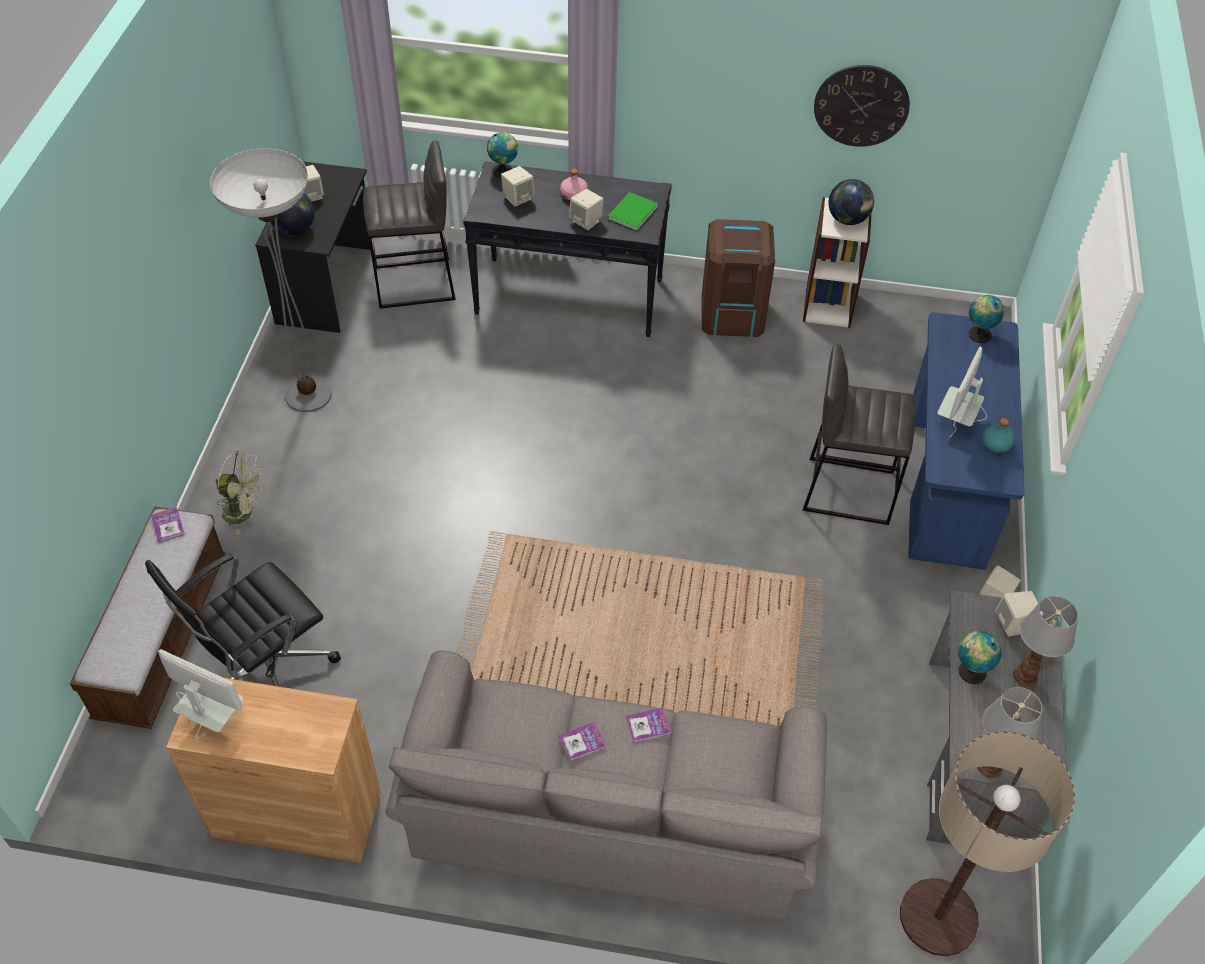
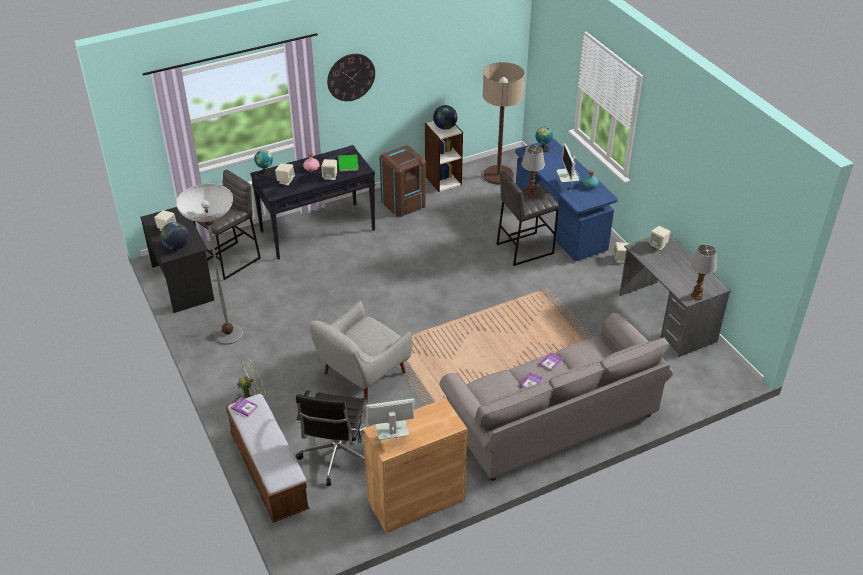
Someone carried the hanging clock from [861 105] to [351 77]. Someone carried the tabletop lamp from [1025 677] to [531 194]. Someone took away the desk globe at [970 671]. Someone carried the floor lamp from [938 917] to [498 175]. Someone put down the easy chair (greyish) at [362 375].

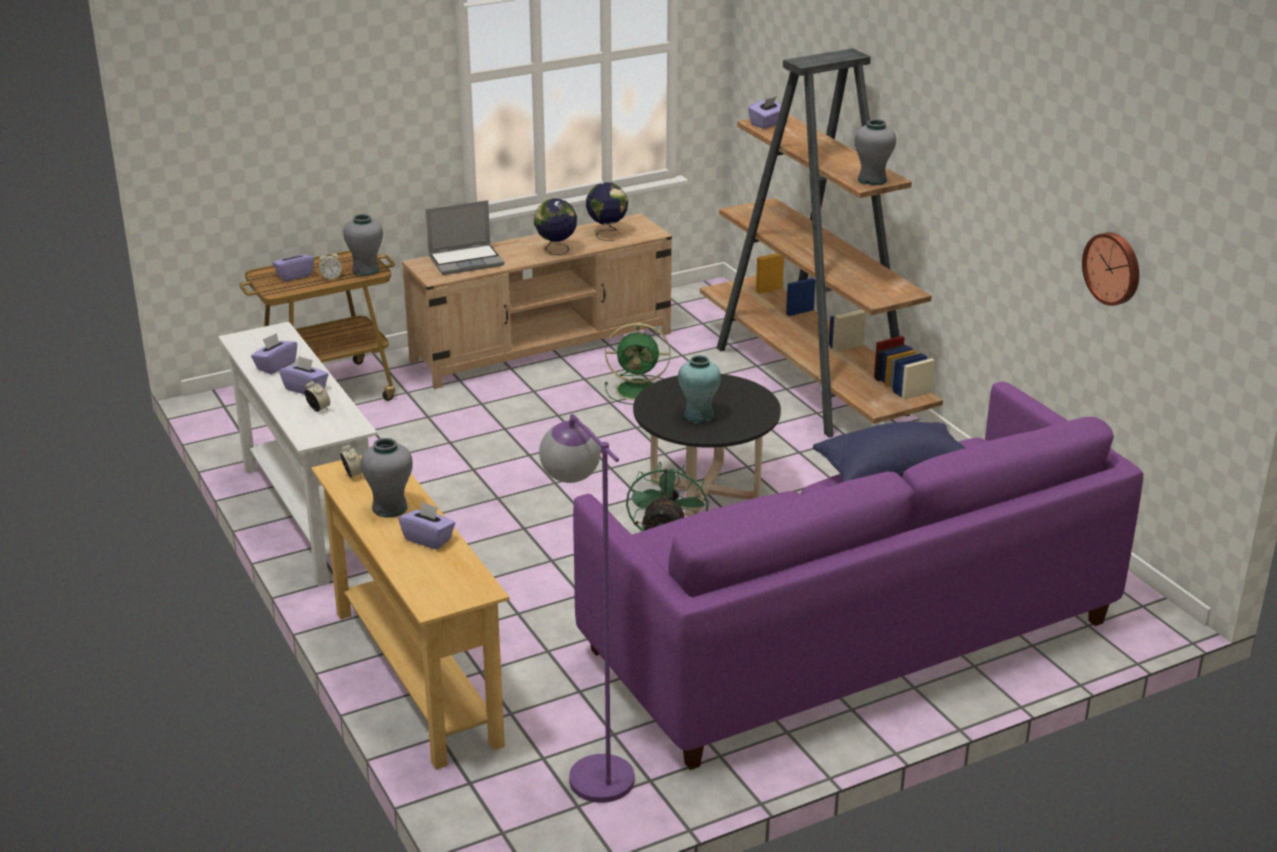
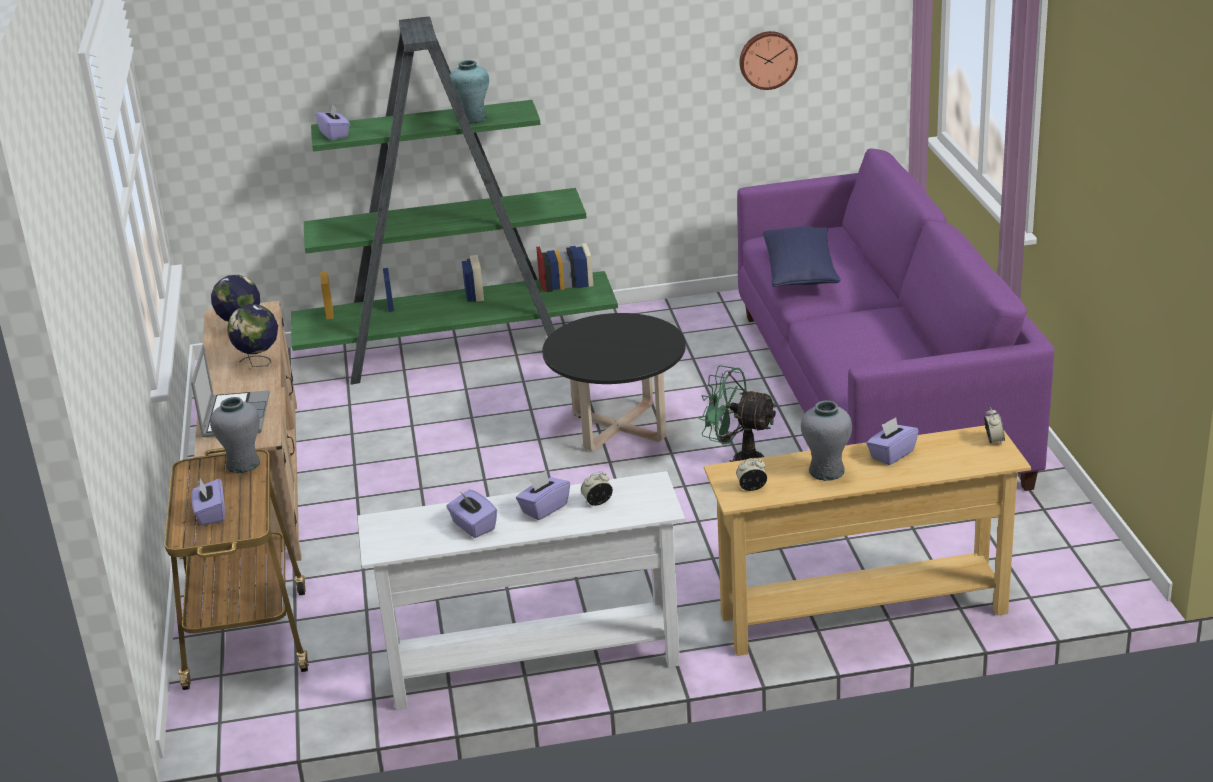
Someone repainted the bookshelf (brown) at [812 382], which became the bookshelf (green-coloured) at [458 348]. Someone took away the flower vase (greyish) at [872 180]. Someone carried the alarm clock from [331 277] to [993 441]. Someone took away the cooling fan (green-coloured) at [640 390]. Someone carried the flower vase (turquoise) from [698 416] to [473 118]. Someone took away the floor lamp (purple) at [590 766].

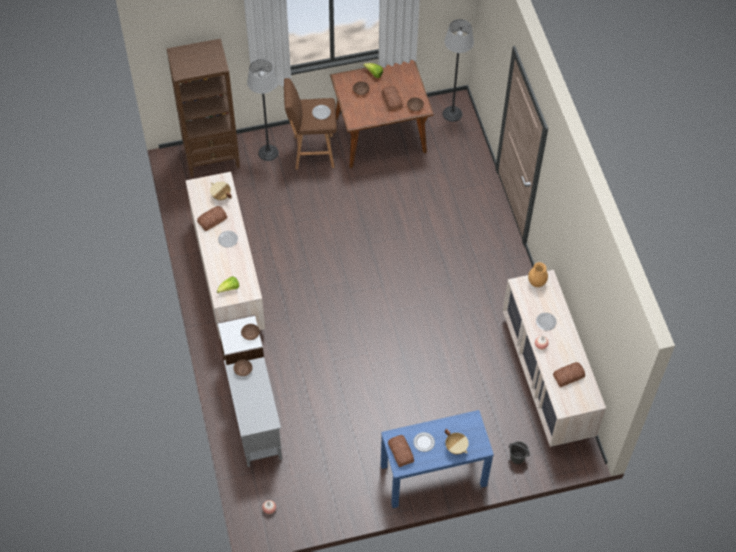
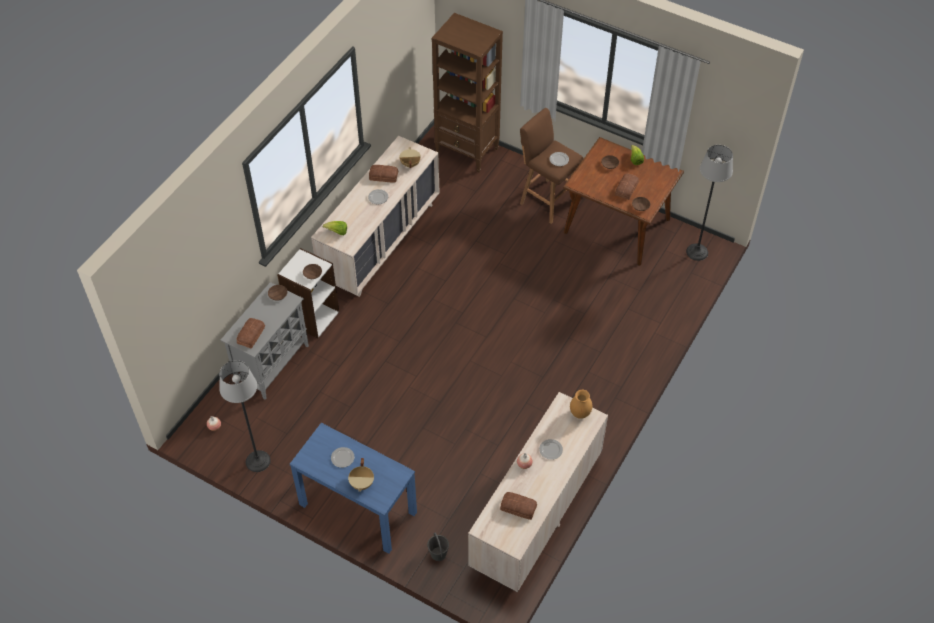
Someone carried the floor lamp from [268 152] to [258 461]. Someone carried the bakery bread from [400 453] to [250 335].

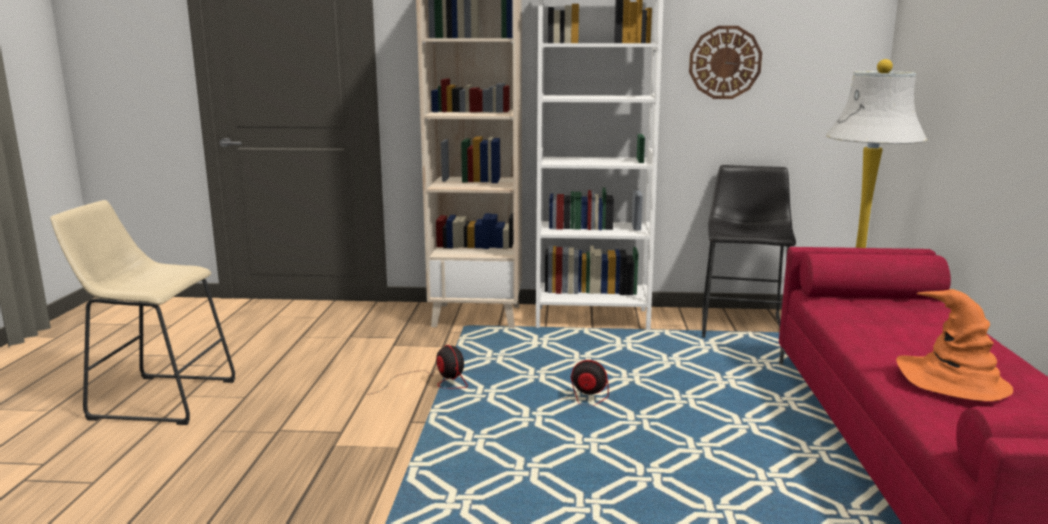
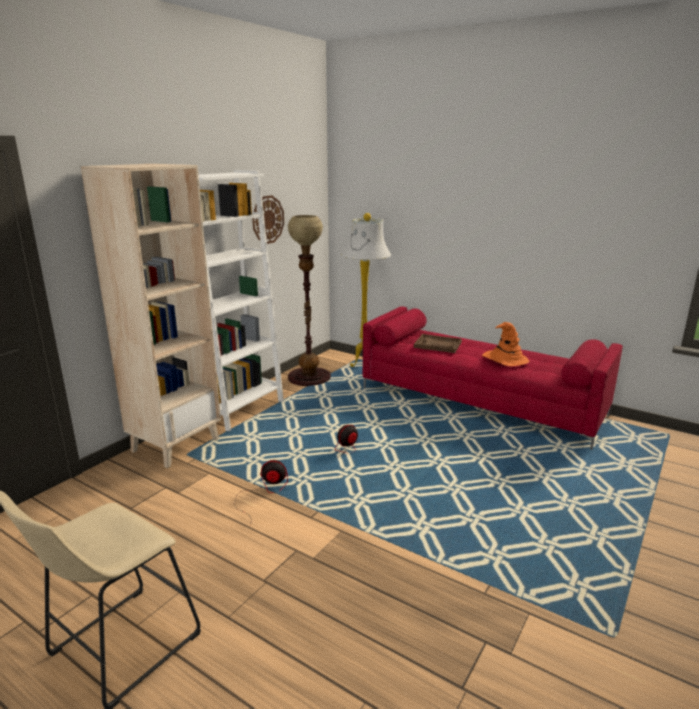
Someone swapped the stool (black-coloured) at [742 324] for the floor lamp at [309 377]. Someone put down the carrying tray (brown) at [438 345].

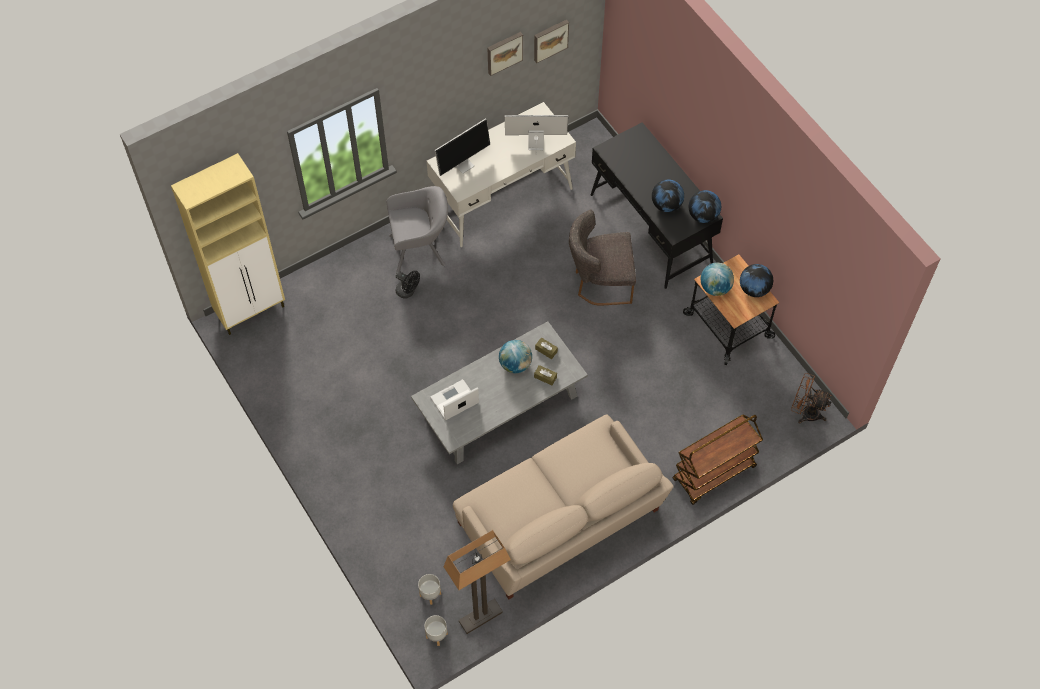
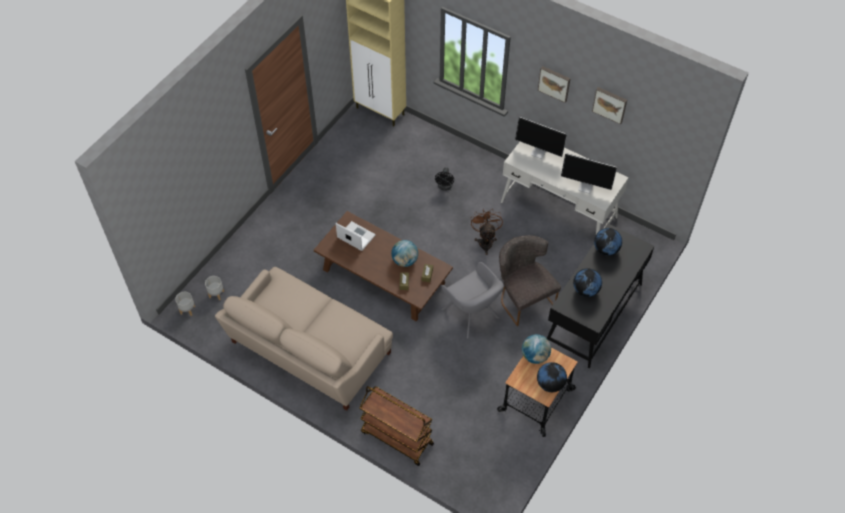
Someone carried the picture from [550 40] to [554 83]. Someone rotated the computer screen at [535 144] by 135 degrees clockwise. Someone carried the easy chair (greyish) from [420 249] to [472 315]. Someone carried the desk globe from [703 216] to [606 249]. Someone repainted the coffee table (greyish) at [500 405], which became the coffee table (brown) at [383 277]. Someone carried the cooling fan (brown) from [805 412] to [485 241]. Someone took away the floor lamp at [480 617].

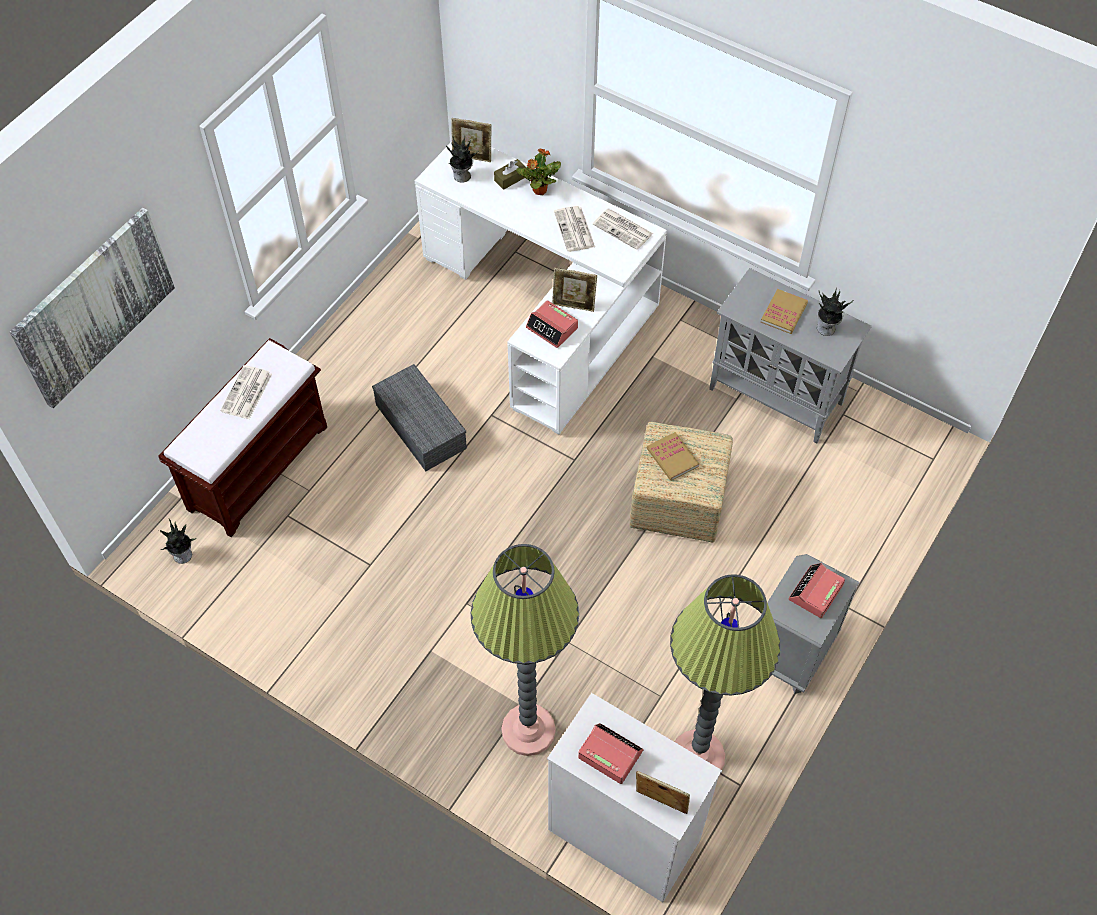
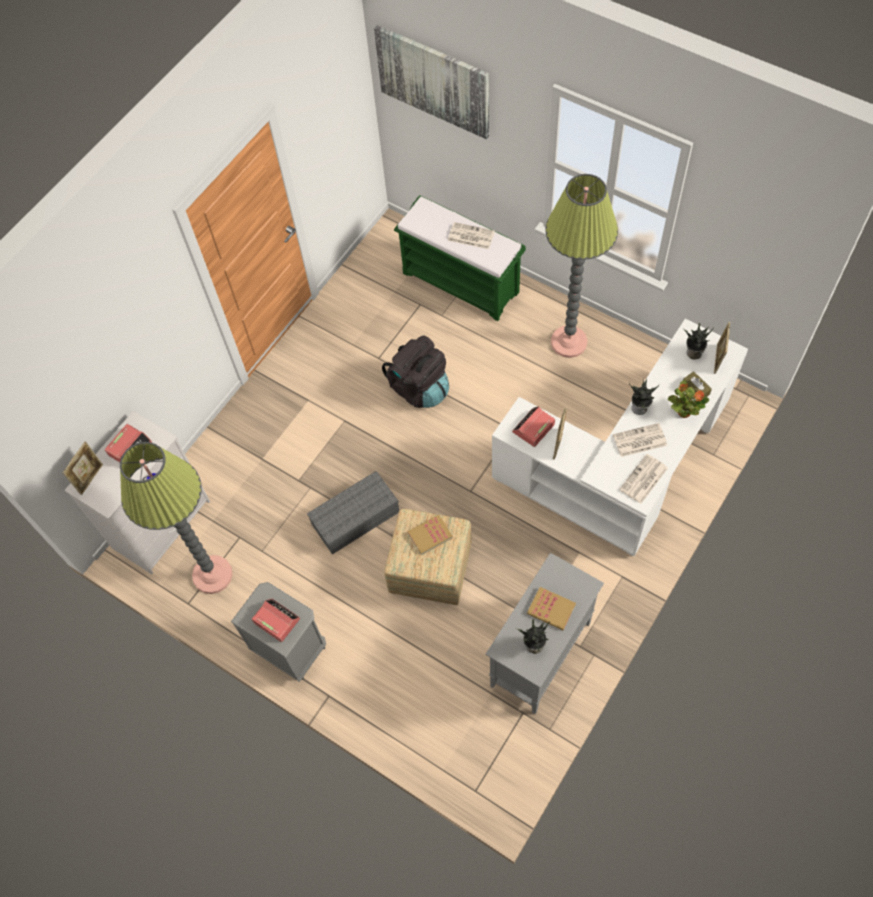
Someone repainted the bench (brown) at [259 466], which became the bench (green-coloured) at [462 282]. Someone carried the storage container (greyish) from [419 426] to [356 516]. Someone carried the potted plant from [183 555] to [640 408]. Someone carried the floor lamp from [528 730] to [568 342]. Someone put down the backpack (black-coloured) at [419 388].

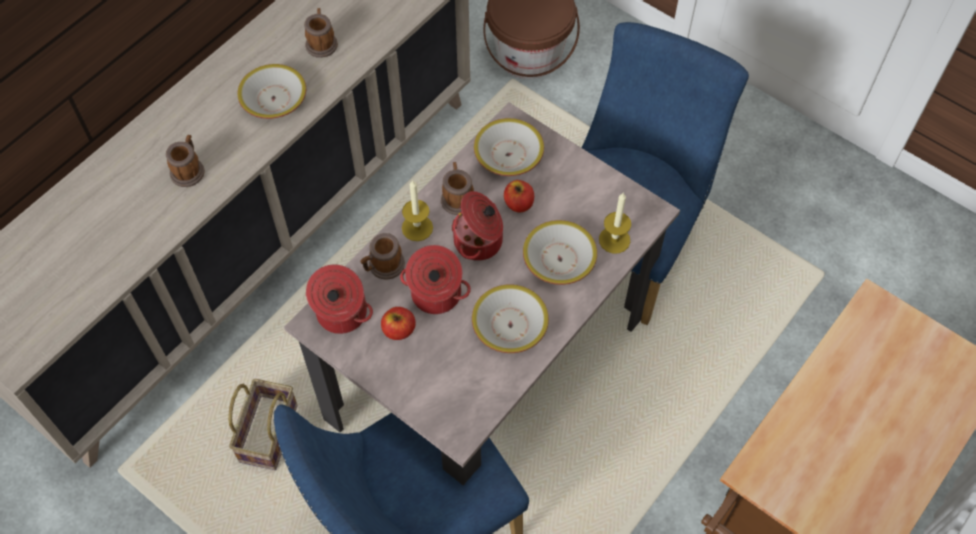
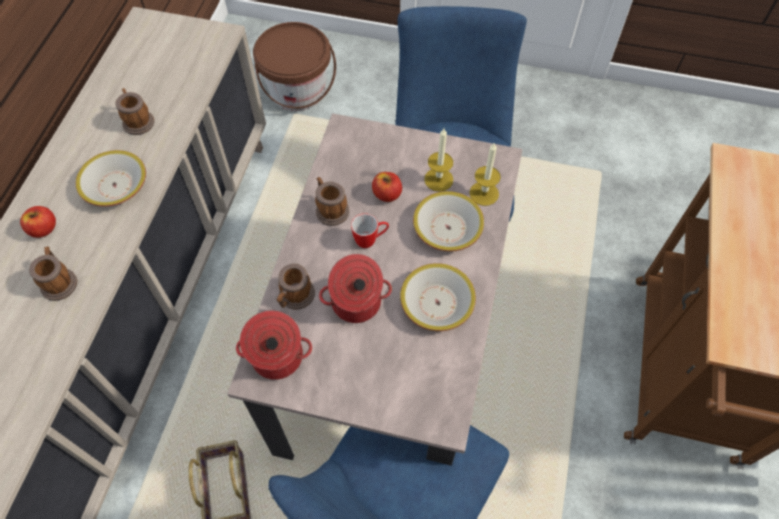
Someone took away the bowl at [508 155]. Someone carried the candle from [417 227] to [438 179]. Someone swapped the cooking pot at [479 241] for the coffee mug at [370 240]. Someone carried the apple fruit from [399 330] to [44 229].

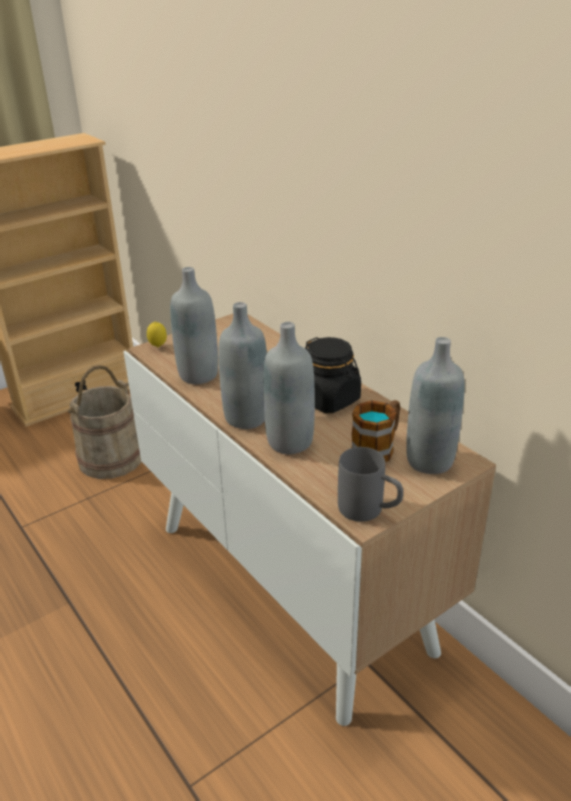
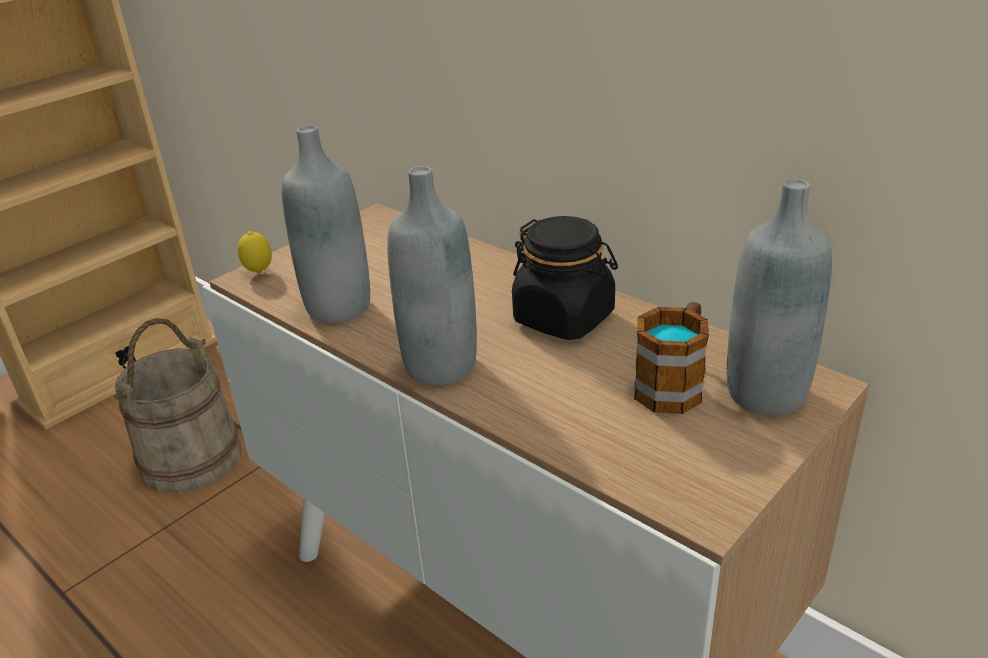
Someone took away the bottle (greyish) at [289 442]. Someone took away the coffee mug (greyish) at [369 511].

